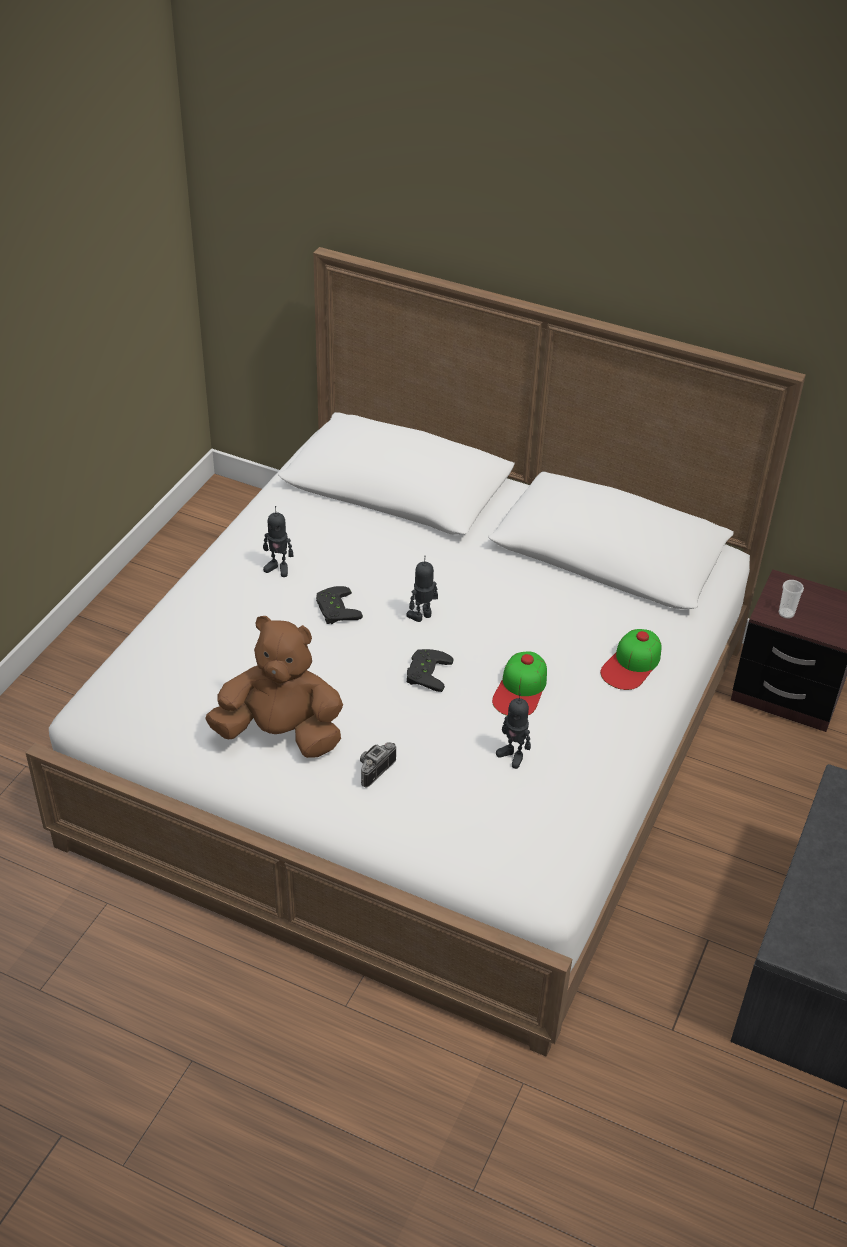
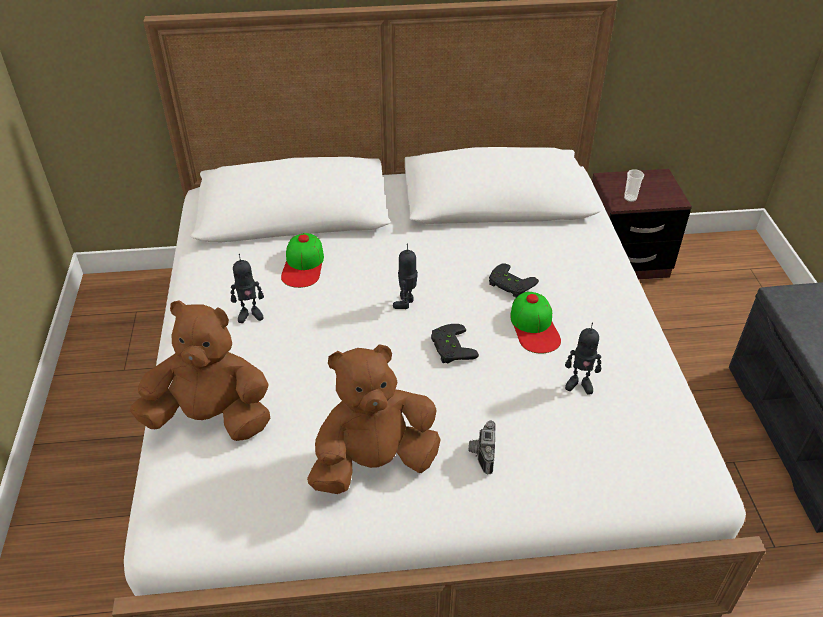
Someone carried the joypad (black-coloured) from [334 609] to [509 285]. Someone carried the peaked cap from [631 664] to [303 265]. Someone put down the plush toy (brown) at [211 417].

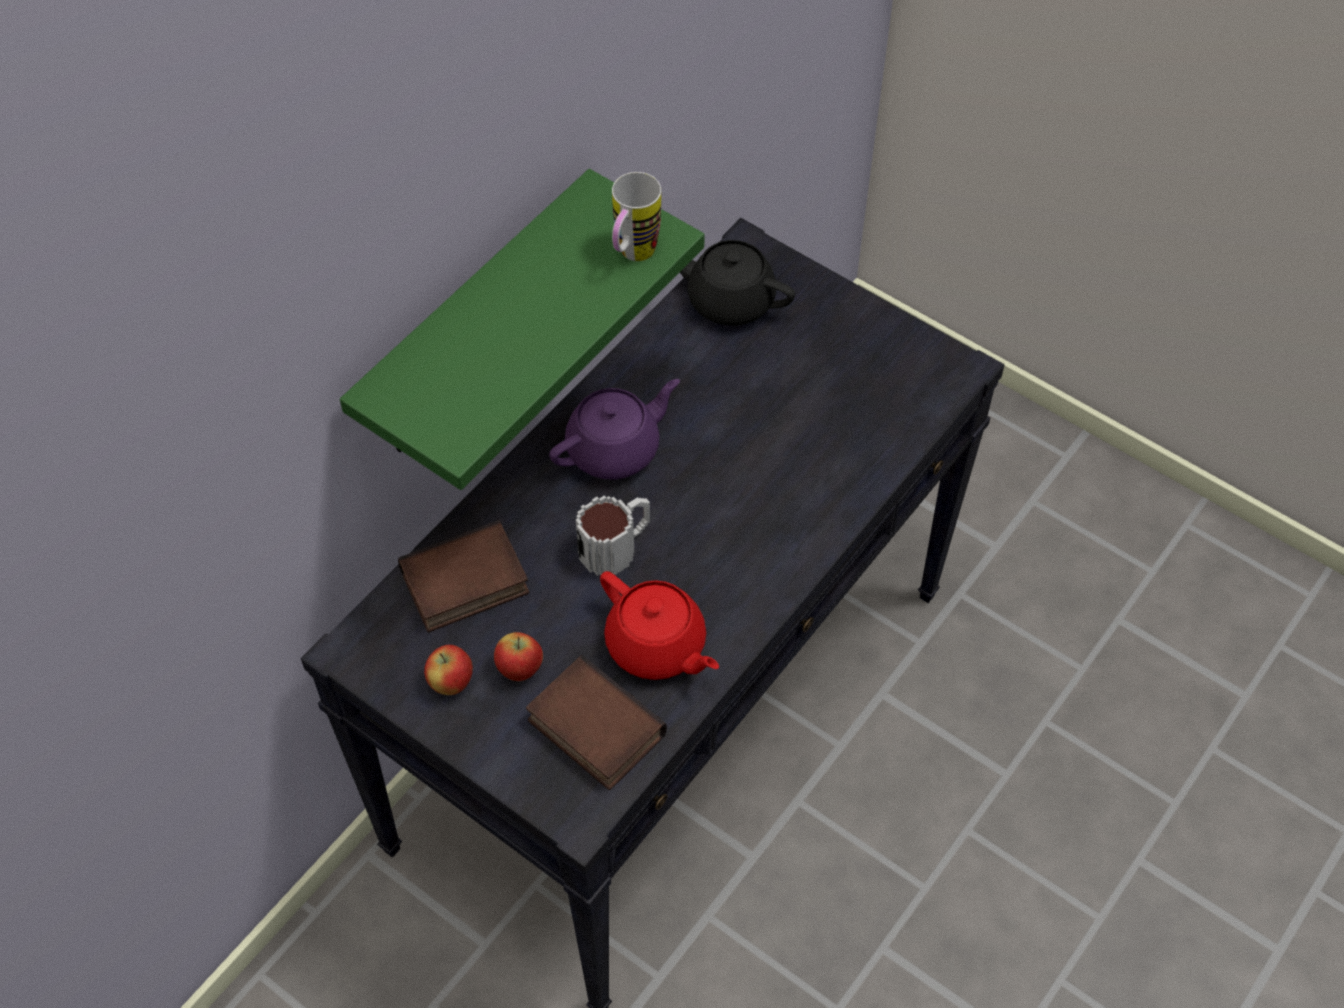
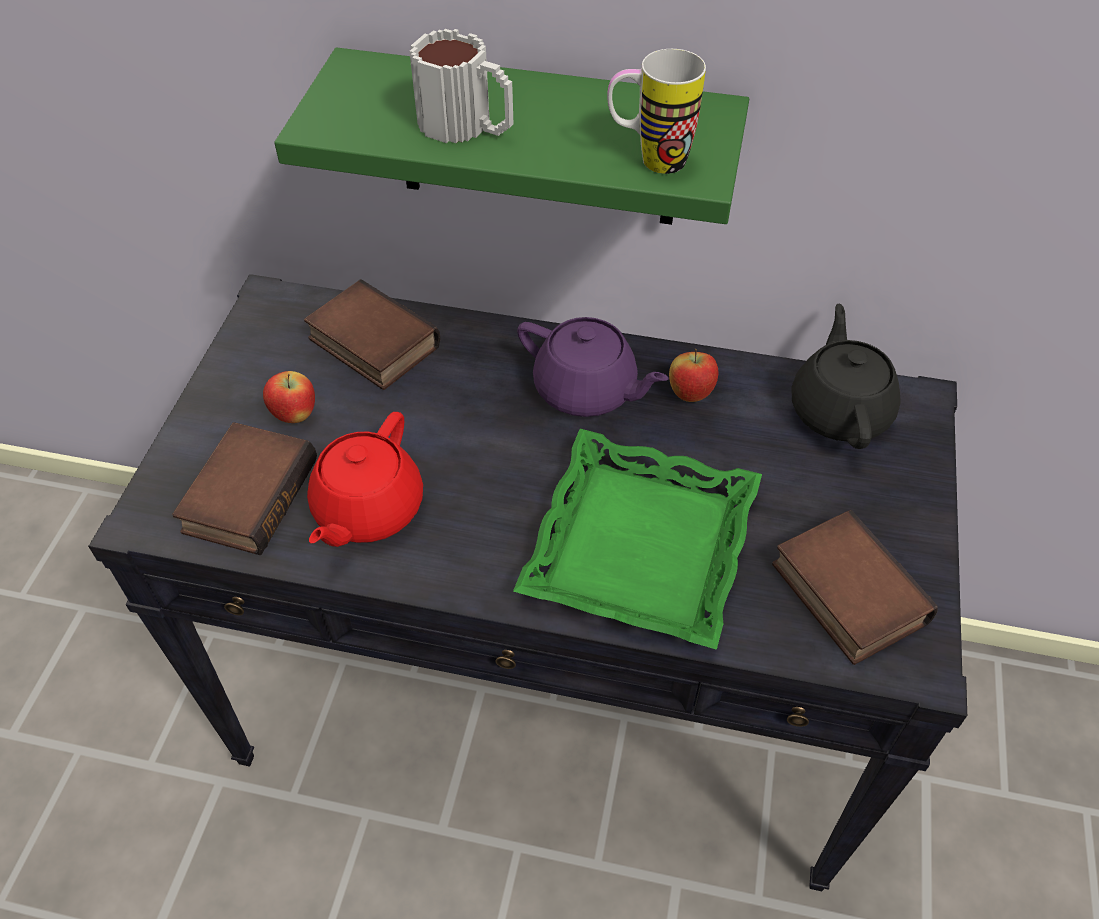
Someone carried the coffee mug from [616 546] to [468 126]. Someone carried the apple fruit from [451 683] to [690 394]. Someone put down the carrying tray (green-coloured) at [638 545]. Someone put down the volume at [844 593].

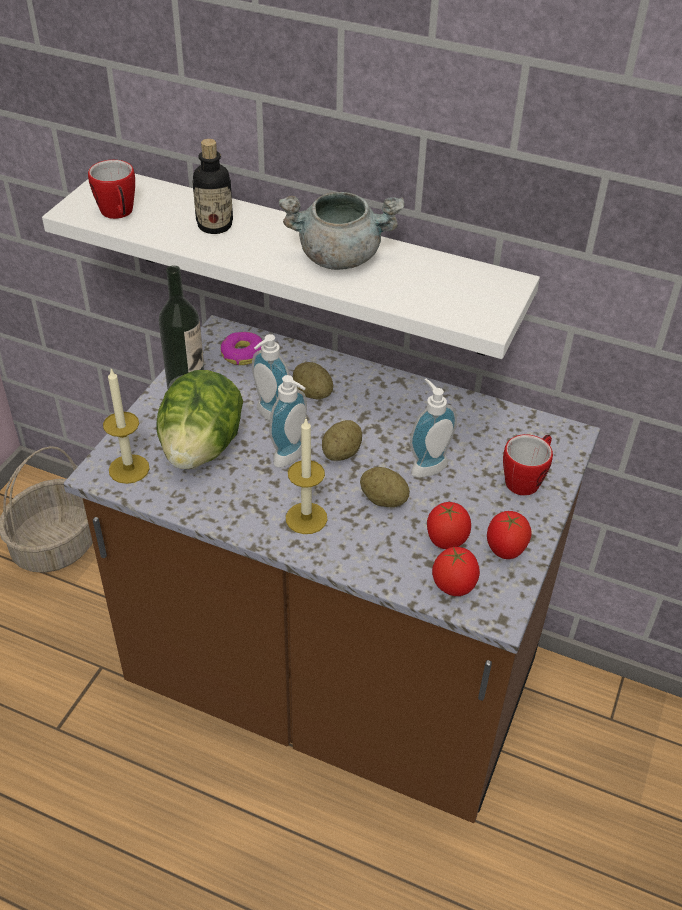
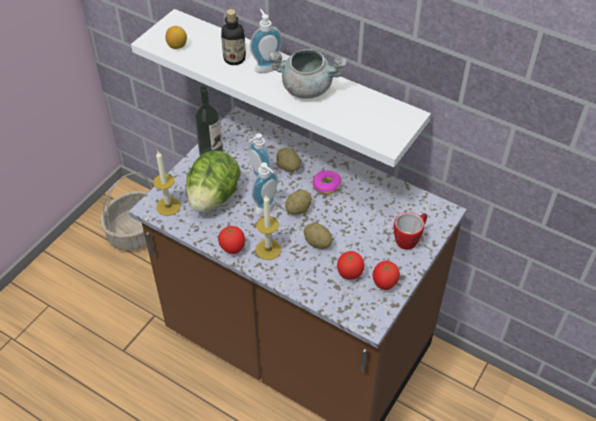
Someone swapped the coffee mug at [118 214] for the citrus fruit at [177 46]. Someone carried the doughnut from [242 354] to [326 185]. Someone carried the liquid soap bottle from [426 465] to [266 66]. Someone carried the fresh tomato from [453 588] to [233 249].

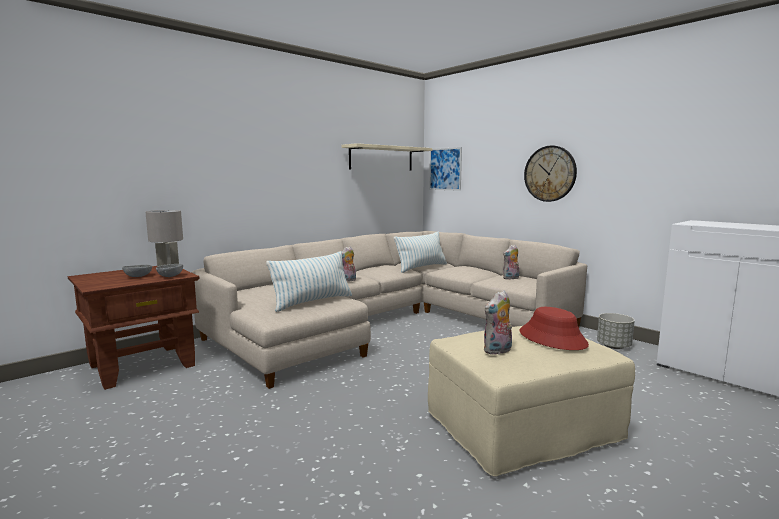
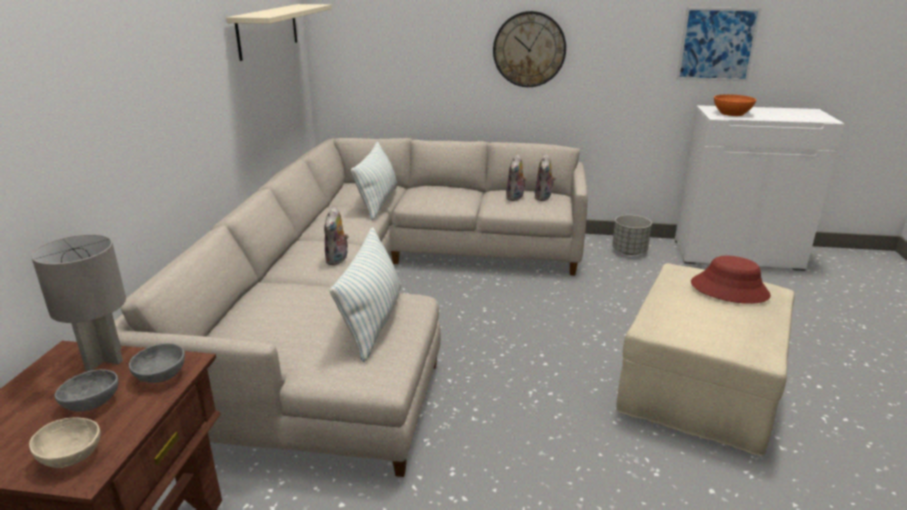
Someone carried the picture from [445 169] to [717 44]. Someone carried the plush toy from [498 351] to [544 198]. Someone put down the bowl (orangey) at [732 113]. Someone put down the bowl (sand-coloured) at [72 455].

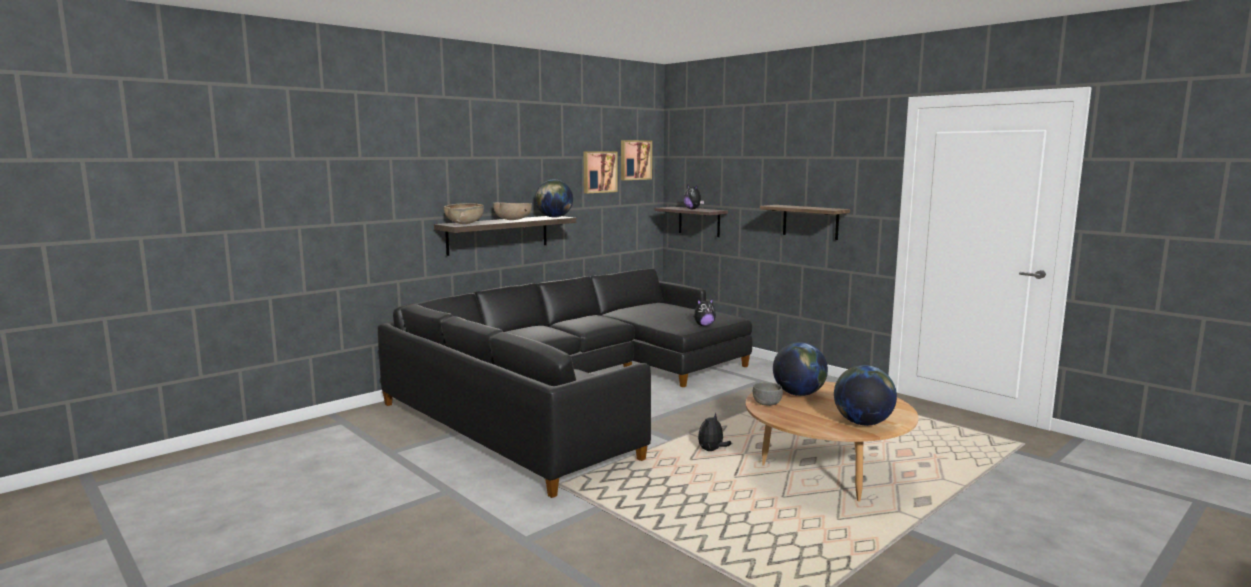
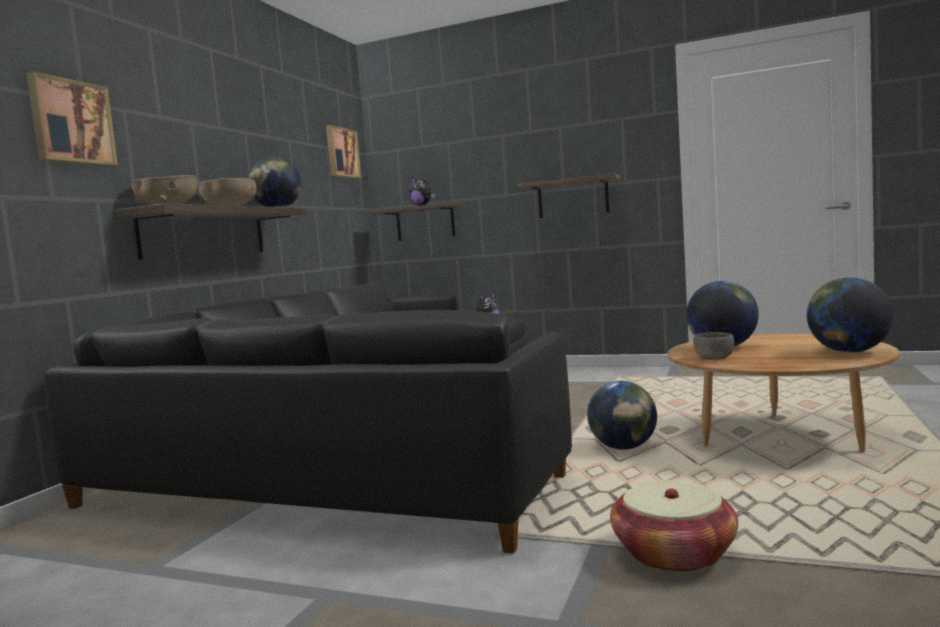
Someone carried the picture from [599 172] to [71 122]. Someone swapped the plush toy at [712 450] for the desk globe at [624 448]. Someone put down the household basket at [674 554].

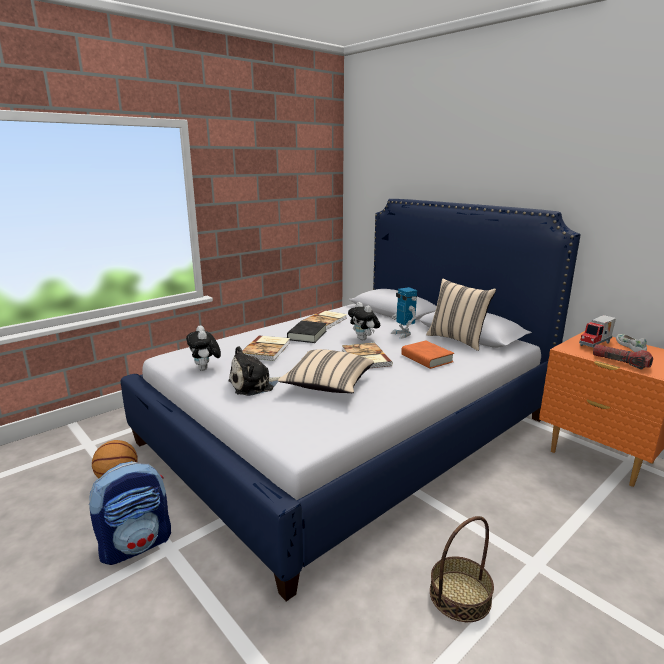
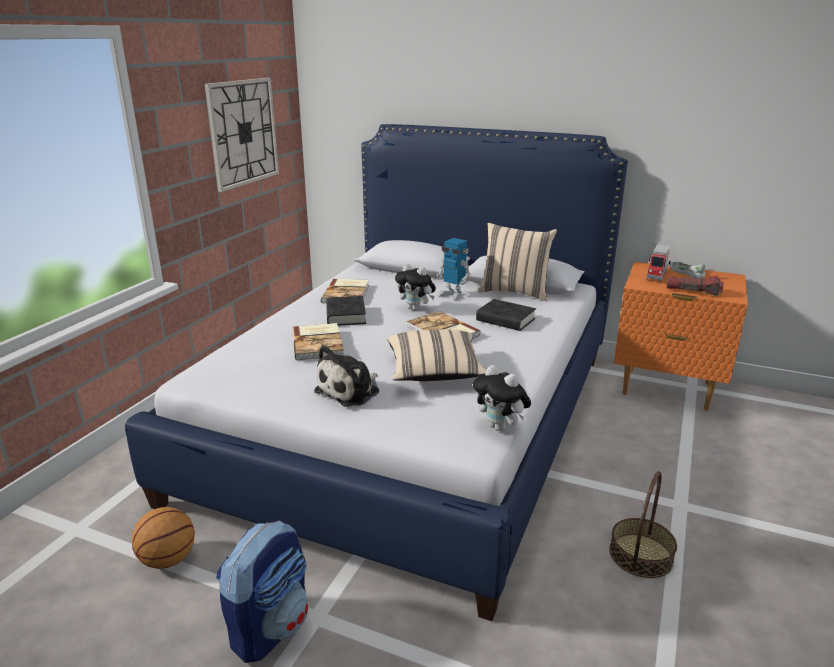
Someone carried the plush toy from [205 369] to [501 427]. Someone repainted the volume (orangey) at [426 358], which became the volume (black-coloured) at [505 320]. Someone put up the hanging clock at [243 132].

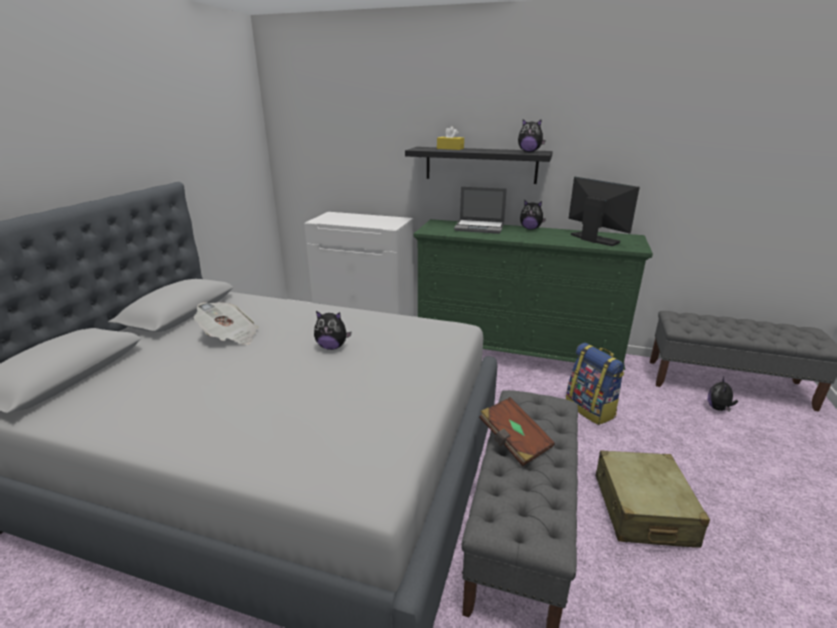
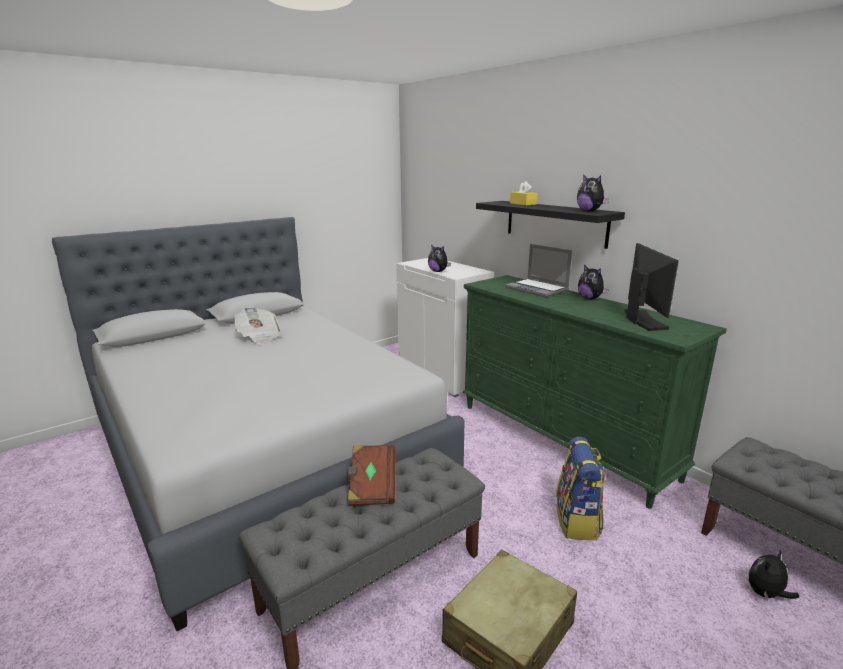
Someone carried the plush toy from [332 347] to [438 271].

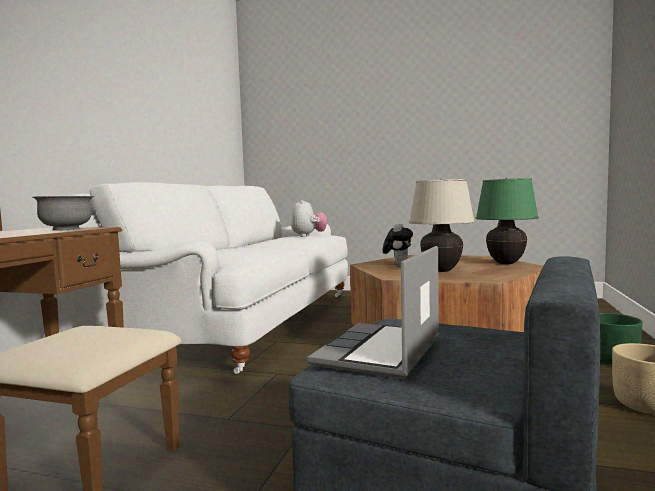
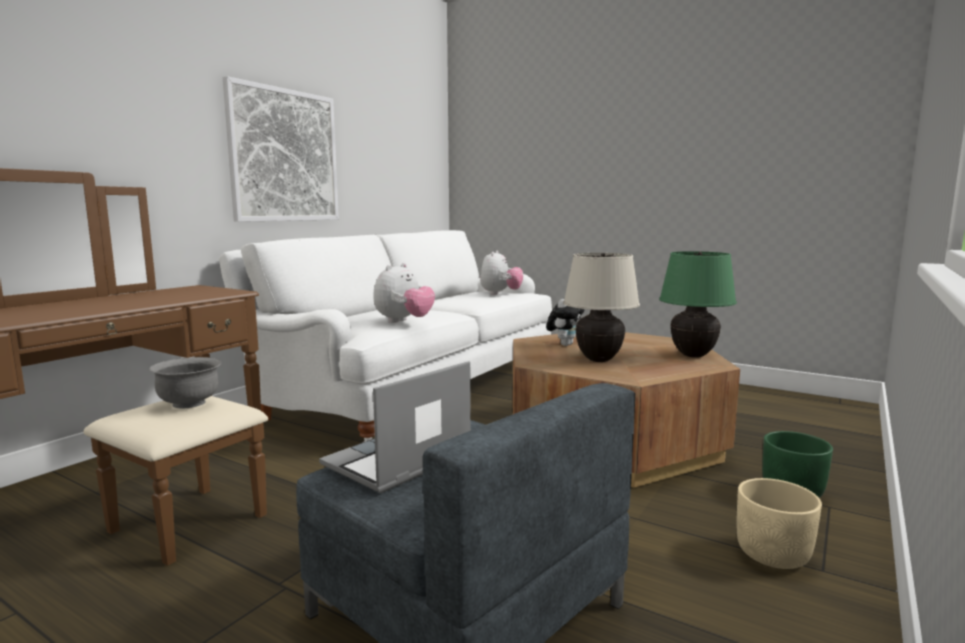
Someone carried the bowl (greyish) from [66 229] to [189 403]. Someone put up the picture at [284 156]. Someone put down the plush toy at [404 321].

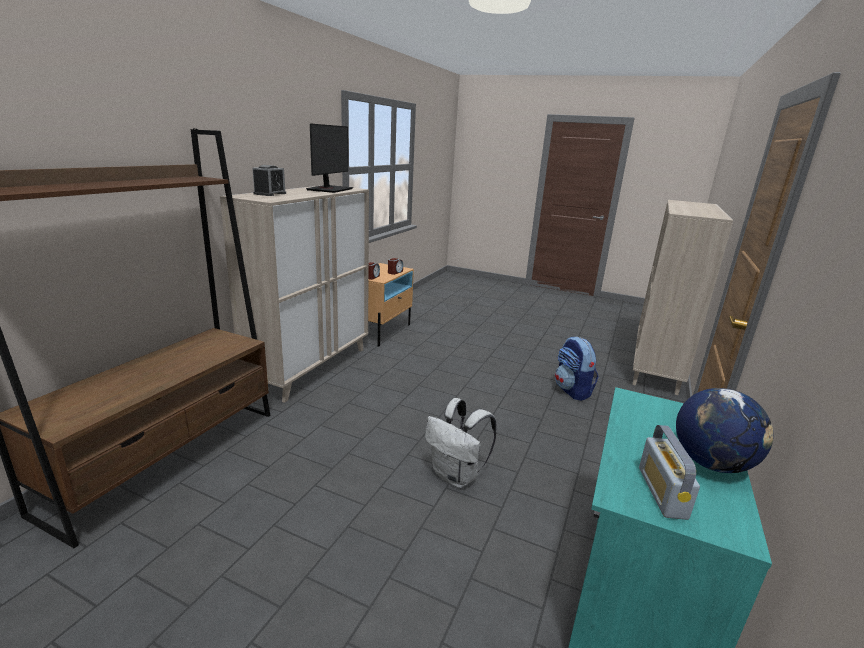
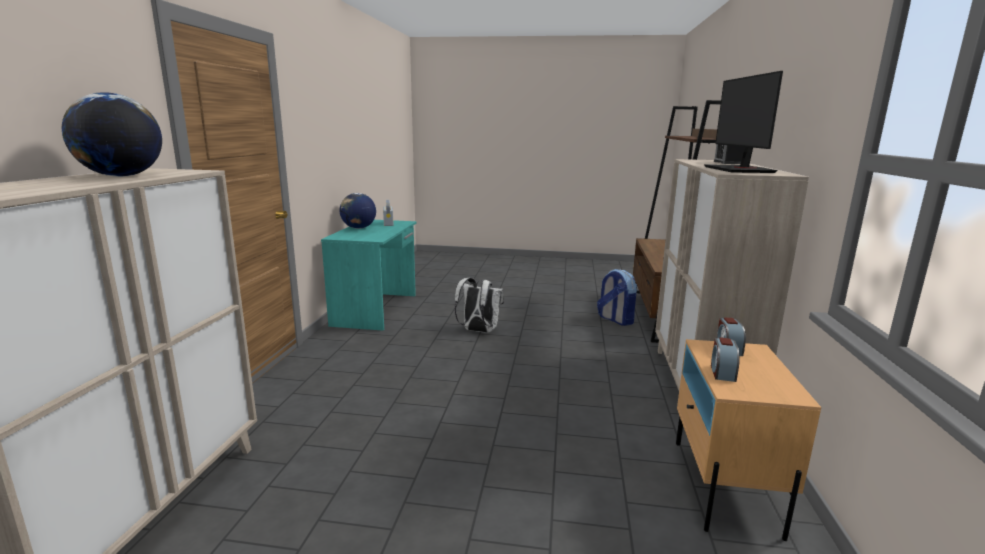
Someone carried the backpack from [572 391] to [615 319]. Someone put down the desk globe at [121 176].

